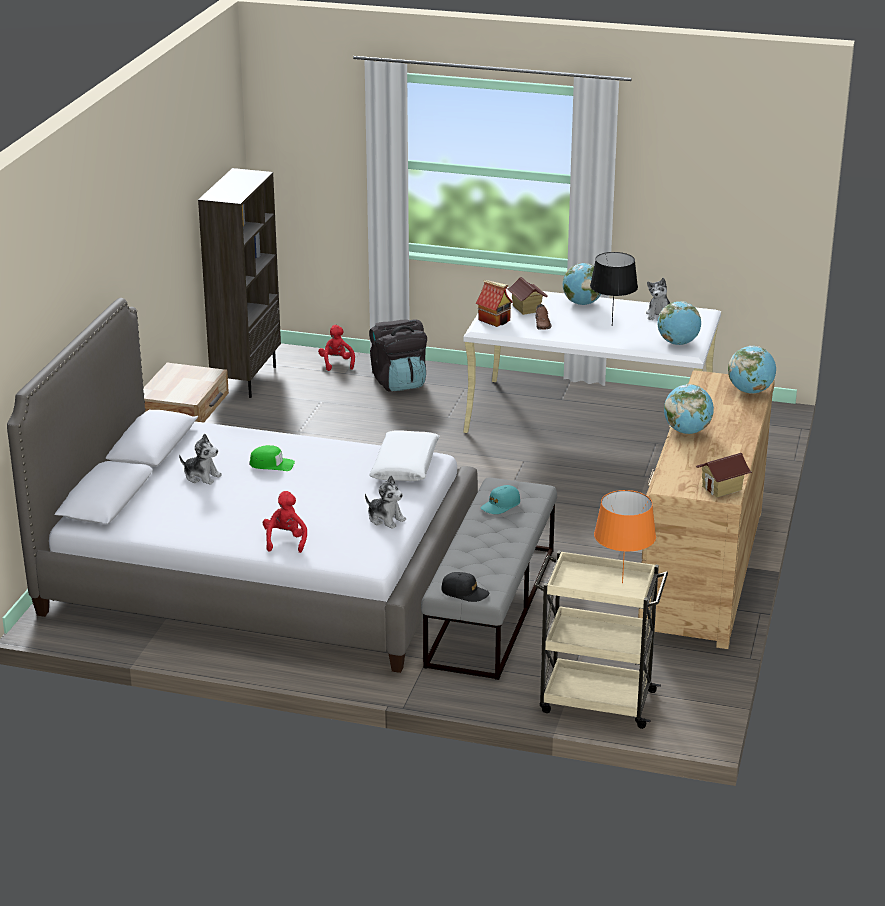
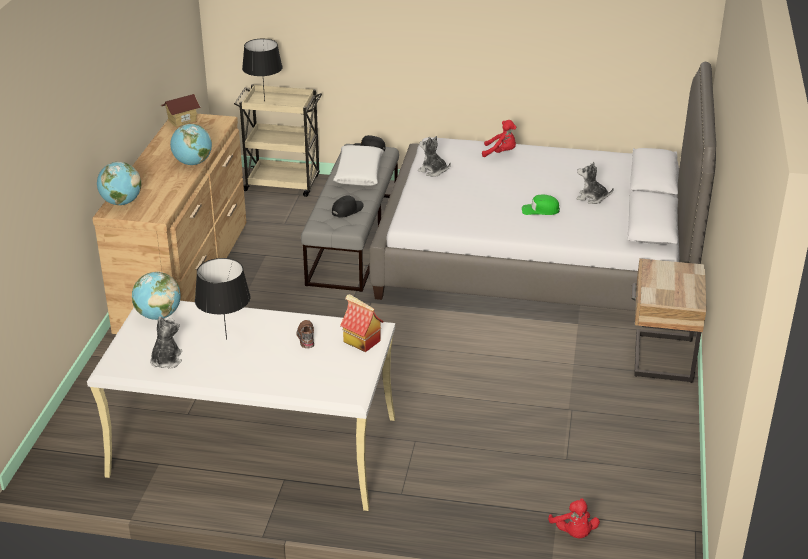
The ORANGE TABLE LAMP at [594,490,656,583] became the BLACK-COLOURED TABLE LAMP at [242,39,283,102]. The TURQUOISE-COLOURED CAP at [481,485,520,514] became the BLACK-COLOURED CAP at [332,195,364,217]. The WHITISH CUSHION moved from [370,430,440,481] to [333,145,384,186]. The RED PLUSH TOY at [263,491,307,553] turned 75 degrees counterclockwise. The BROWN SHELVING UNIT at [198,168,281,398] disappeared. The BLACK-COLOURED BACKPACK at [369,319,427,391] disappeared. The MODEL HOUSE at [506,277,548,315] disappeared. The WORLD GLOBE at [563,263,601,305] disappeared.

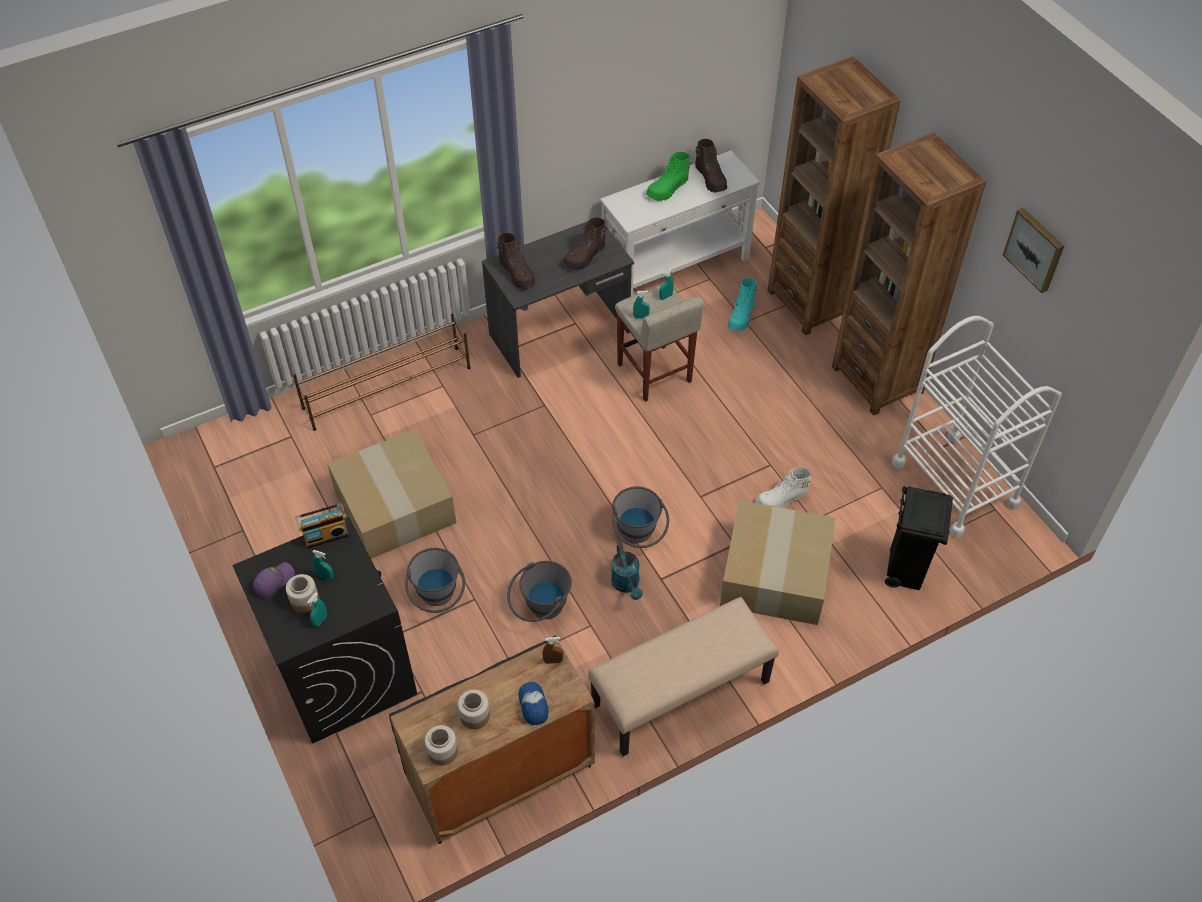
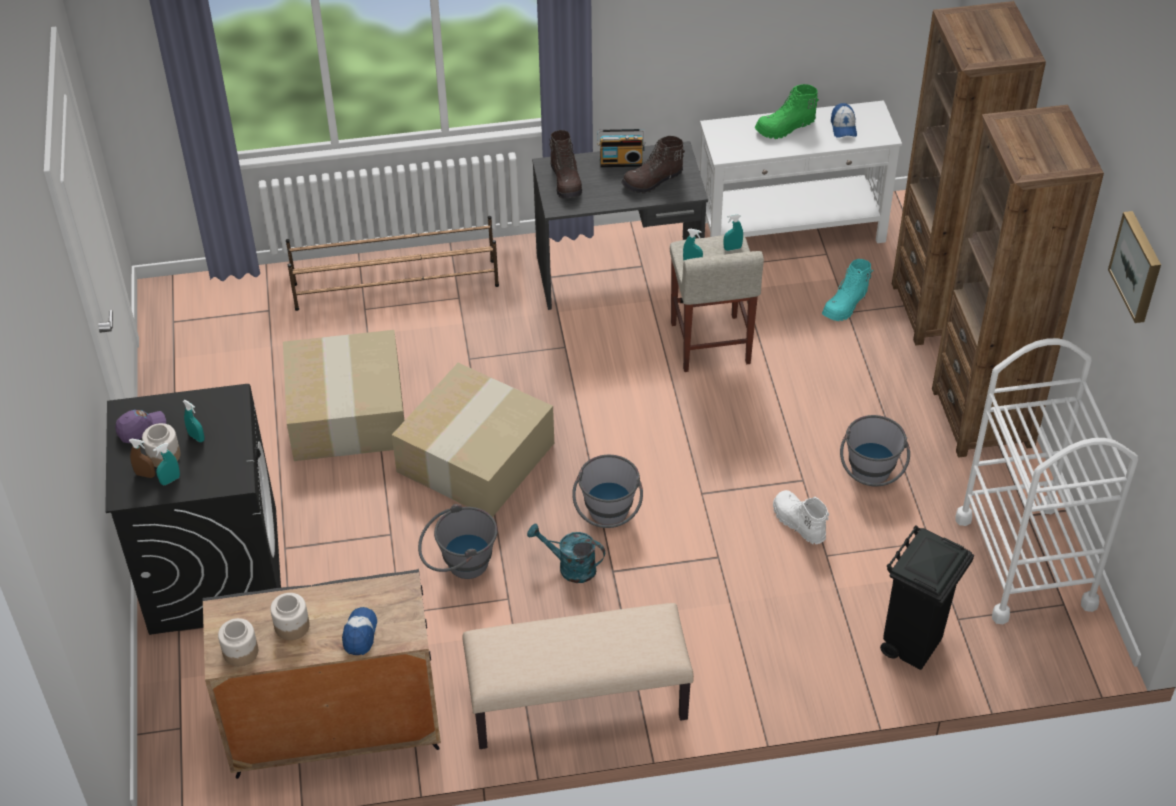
The BROWN SPRAYER moved from [543,637,564,664] to [129,439,155,478]. The CARDBOARD BOX moved from [720,500,836,625] to [392,363,554,517]. The TURQUOISE-COLOURED SPRINKLING CAN at [611,544,643,600] turned 105 degrees clockwise. The RADIO moved from [295,503,349,549] to [597,129,646,167]. The WHITISH HIGH-TOP BOOT at [755,467,811,508] turned 60 degrees clockwise. The BROWN HIGH-TOP BOOT at [695,139,727,193] was replaced by the CAP at [831,103,857,138]. The GRAY PAIL moved from [405,548,465,613] to [840,415,910,487].

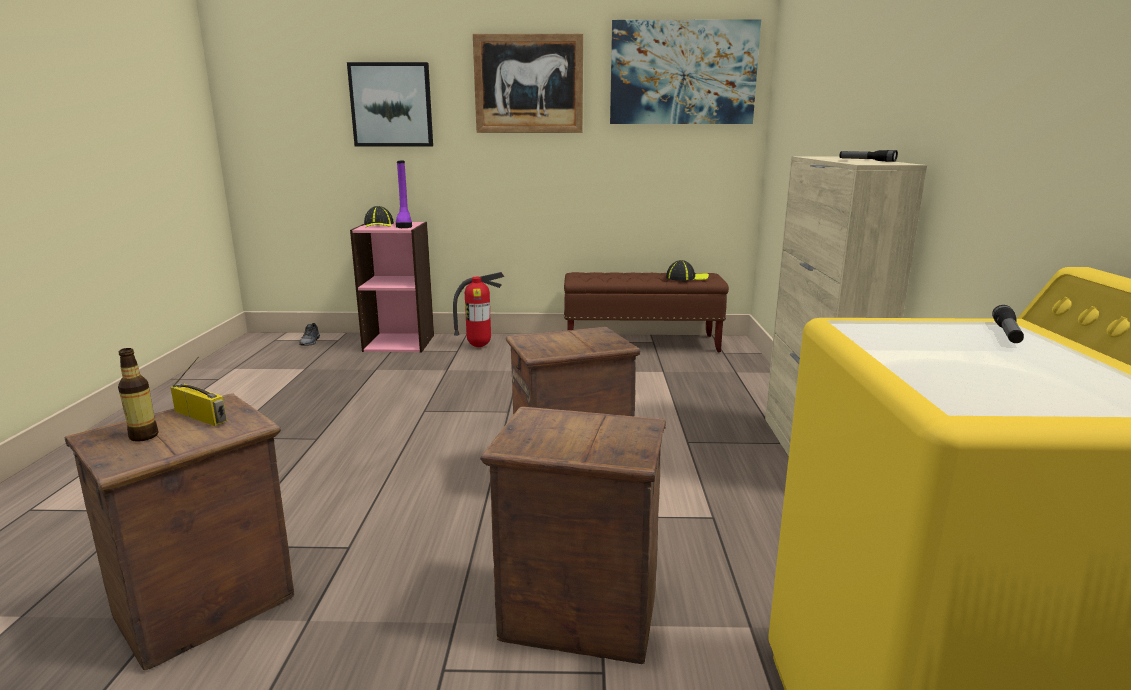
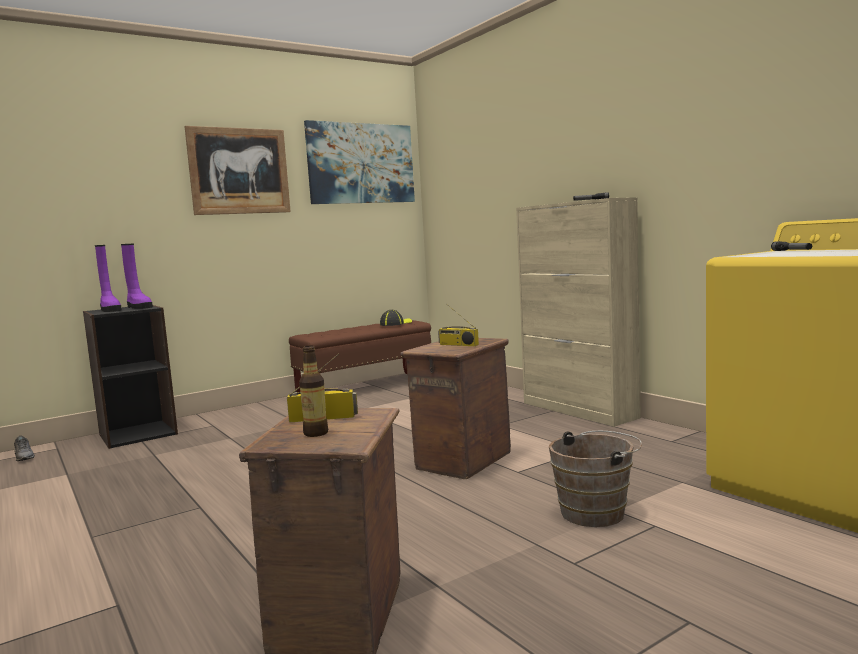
The PINK-COLOURED SHELVING UNIT at [350,222,434,352] became the BLACK-COLOURED SHELVING UNIT at [83,305,178,449]. The CAP at [364,206,394,227] was replaced by the PURPLE-COLOURED HIGH-TOP BOOT at [95,245,122,312]. The RADIO at [438,304,479,346] appeared. The SHIPPING CRATE at [480,407,666,664] was replaced by the BROWN PAIL at [549,431,642,527]. The PICTURE at [347,62,433,146] disappeared. The FIRE EXTINGUISHER at [453,272,504,347] disappeared.

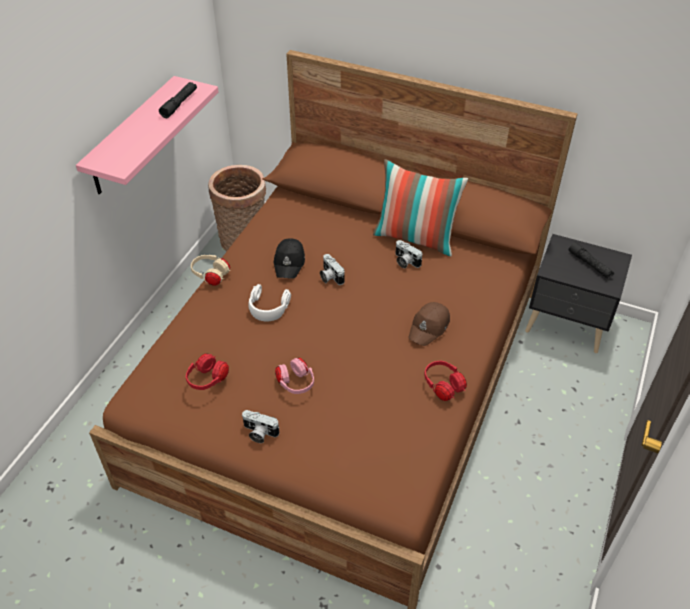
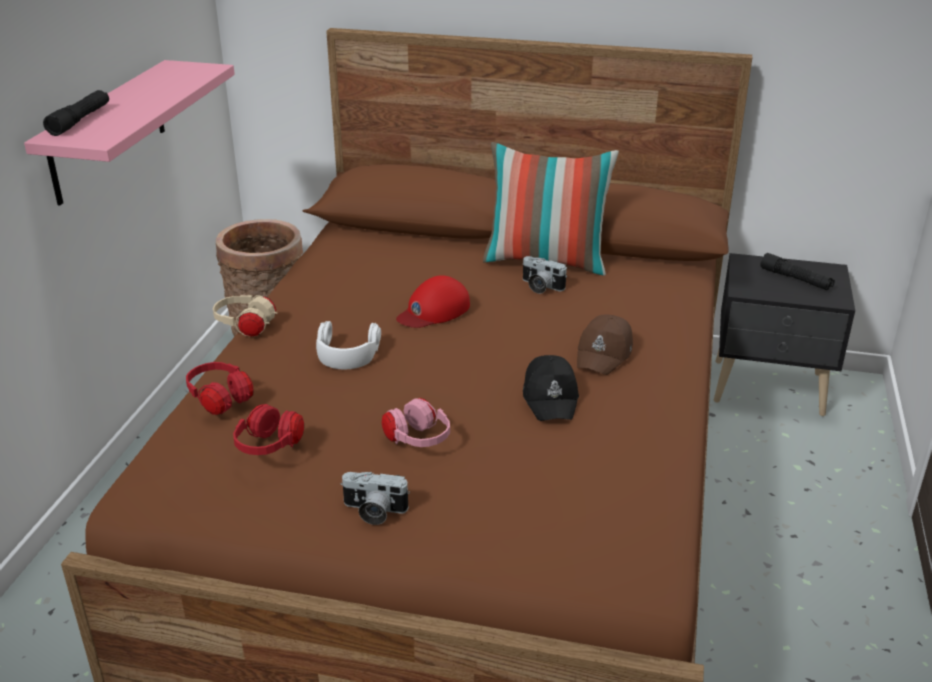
The BLACK-COLOURED TORCH moved from [159,82,197,118] to [43,90,109,136]. The RED HEADSET moved from [424,361,467,401] to [186,362,254,415]. The STILL CAMERA at [320,254,345,285] was replaced by the RED CAP at [396,275,470,328]. The BLACK-COLOURED CAP moved from [274,239,305,279] to [523,355,579,421].

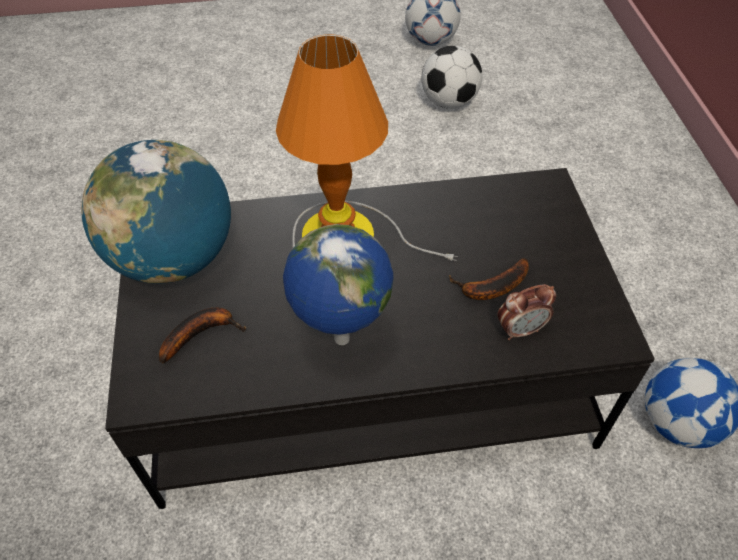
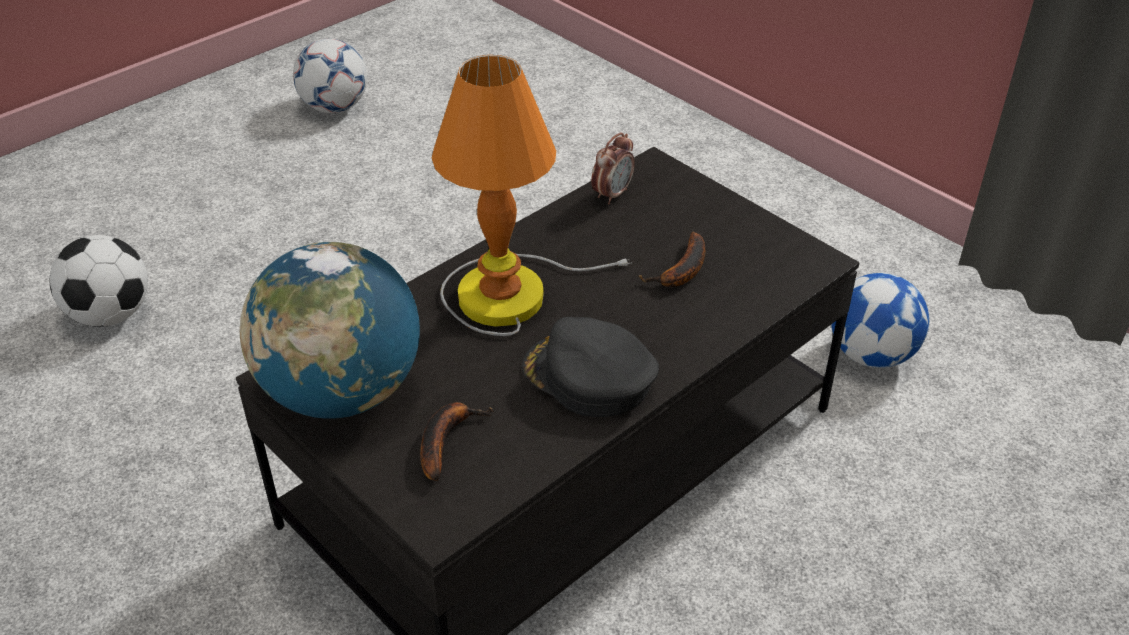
The FOOTBALL moved from [422,46,482,109] to [49,235,148,327]. The WORLD GLOBE at [283,224,394,345] was replaced by the BLACK-COLOURED CAP at [522,317,659,417]. The ALARM CLOCK moved from [497,284,556,340] to [591,132,635,204].

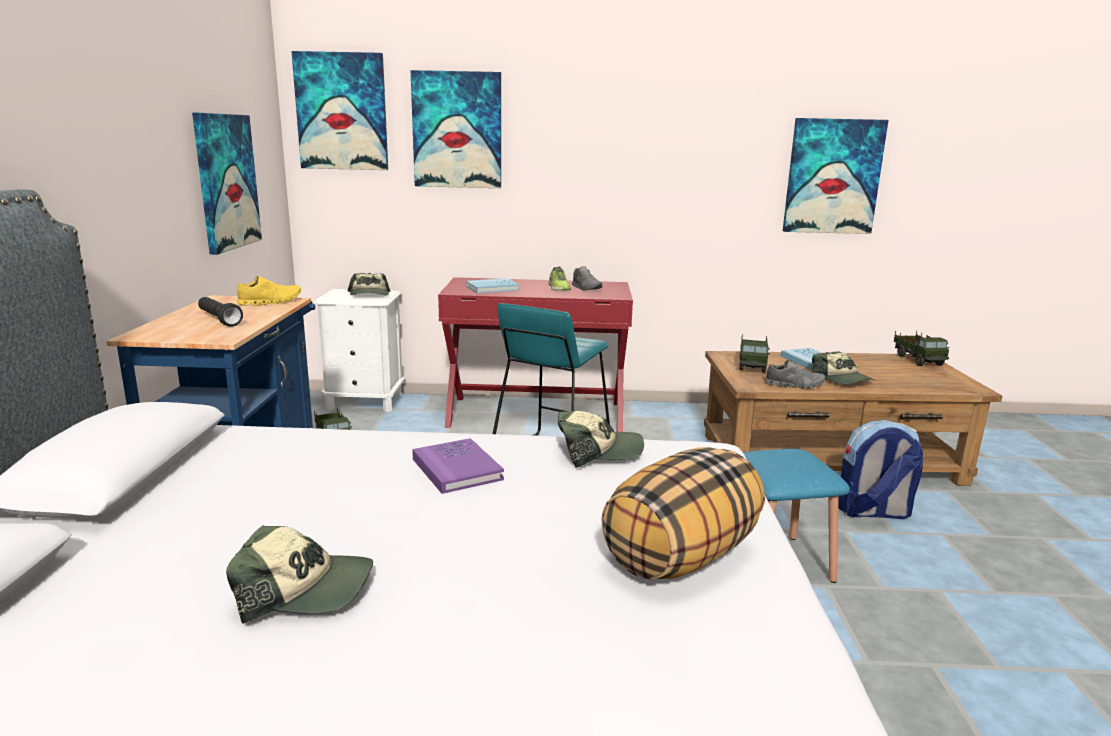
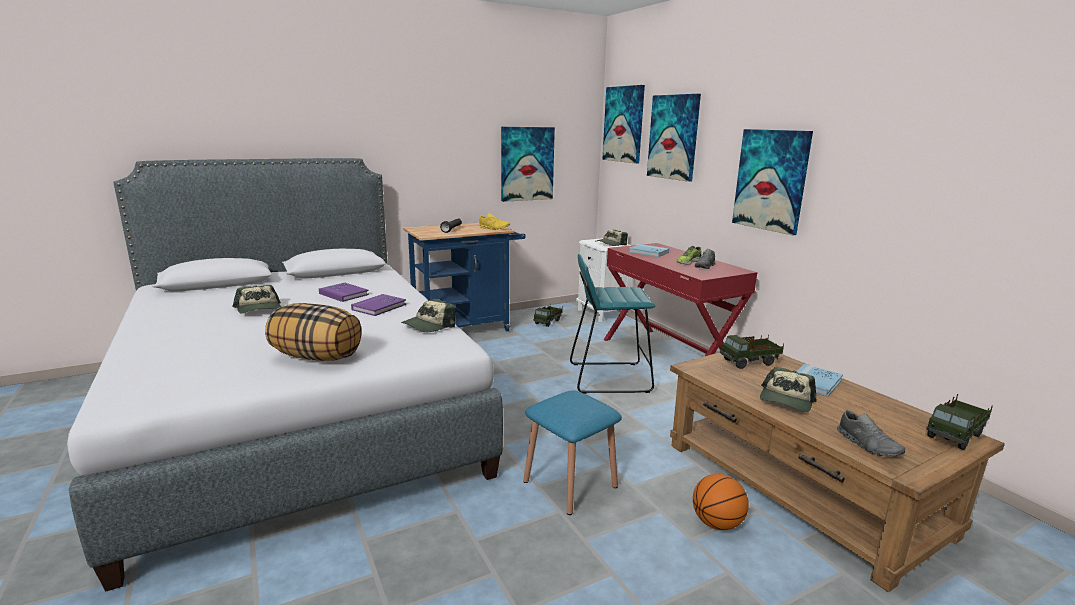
The PURPLE-COLOURED BOUND BOOK at [319,283,369,302] appeared. The CAP at [558,411,644,468] turned 75 degrees clockwise. The BACKPACK at [838,420,923,519] was replaced by the BASKETBALL BALL at [693,474,749,530]. The PICTURE moved from [783,118,888,234] to [732,129,813,235]. The GRAY ITEM OF FOOTWEAR moved from [765,360,826,389] to [837,410,905,457].

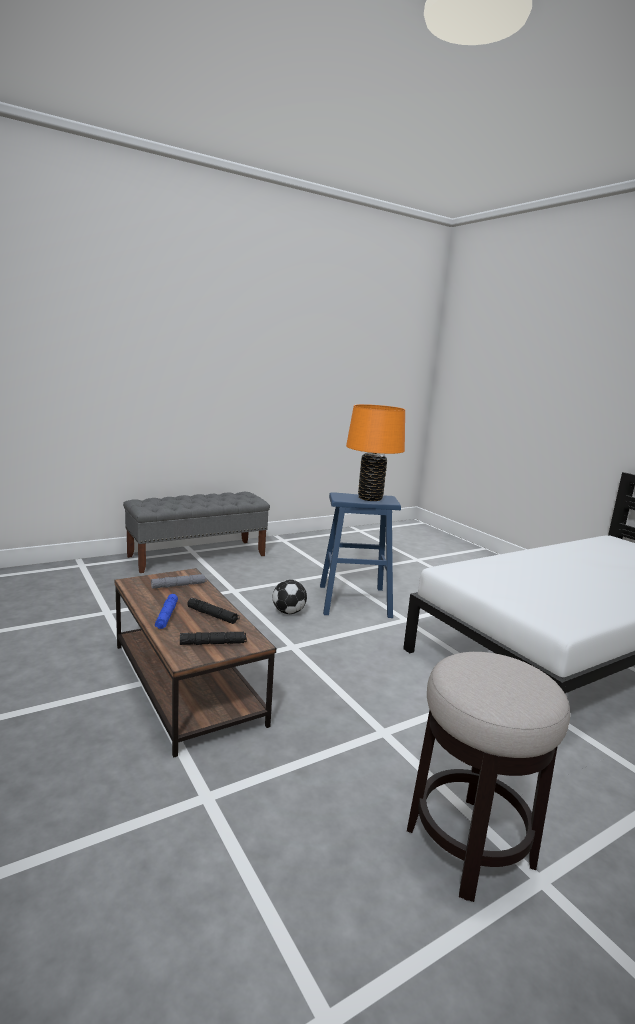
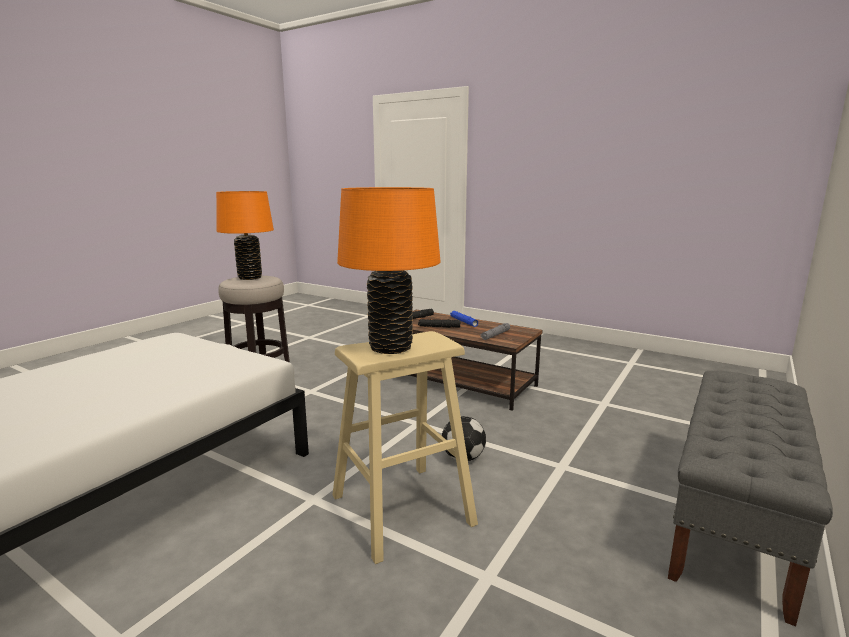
The ORANGE TABLE LAMP at [216,191,274,280] appeared. The BLUE STOOL at [320,492,401,618] became the BEIGE-COLOURED STOOL at [332,331,478,564].

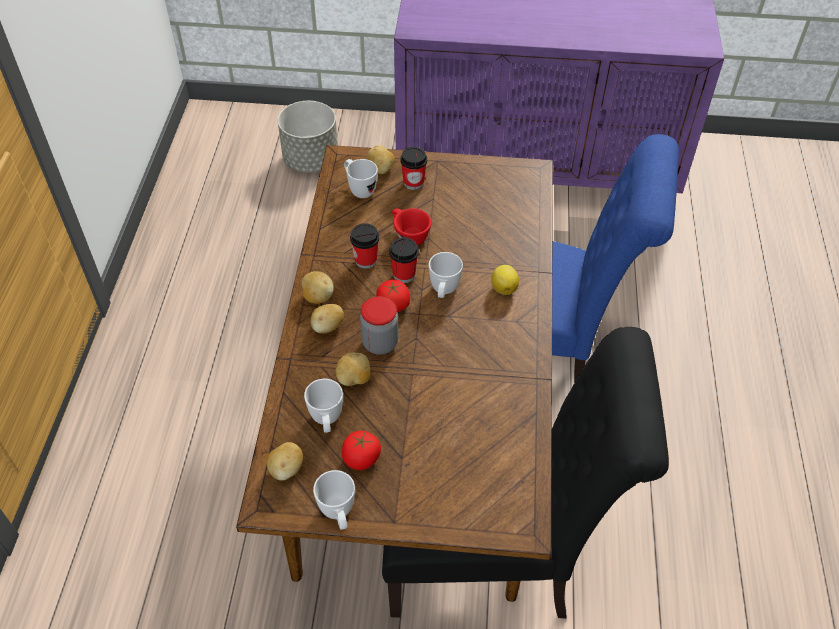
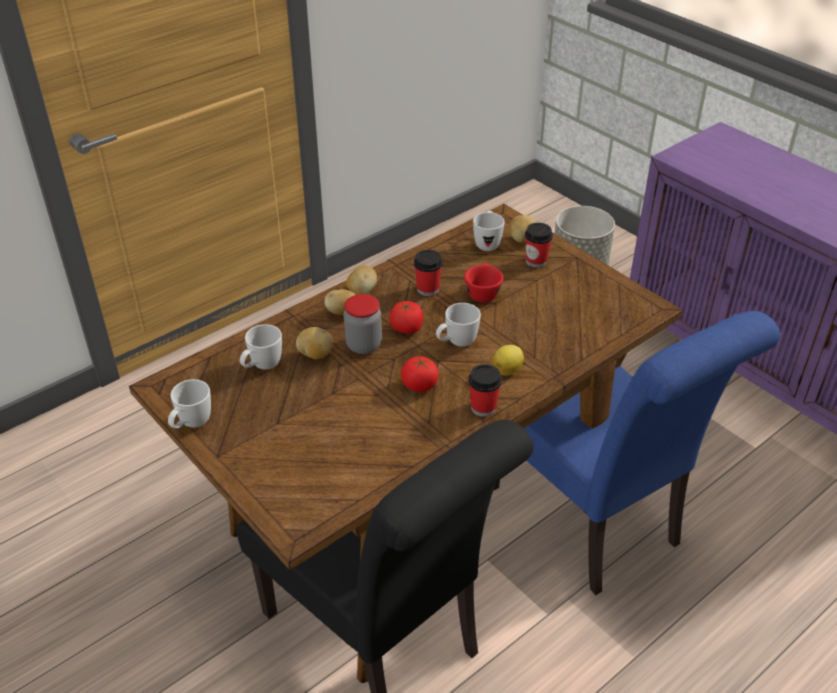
The FRESH TOMATO moved from [342,431,381,470] to [401,356,439,392]. The SMALL CUP moved from [389,237,419,283] to [468,364,502,417]. The SPUD at [266,442,303,481] disappeared.

